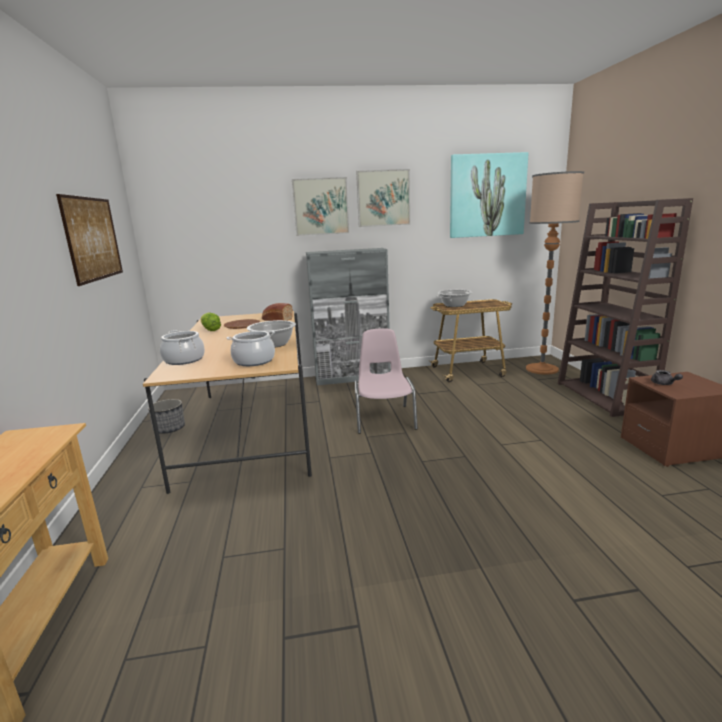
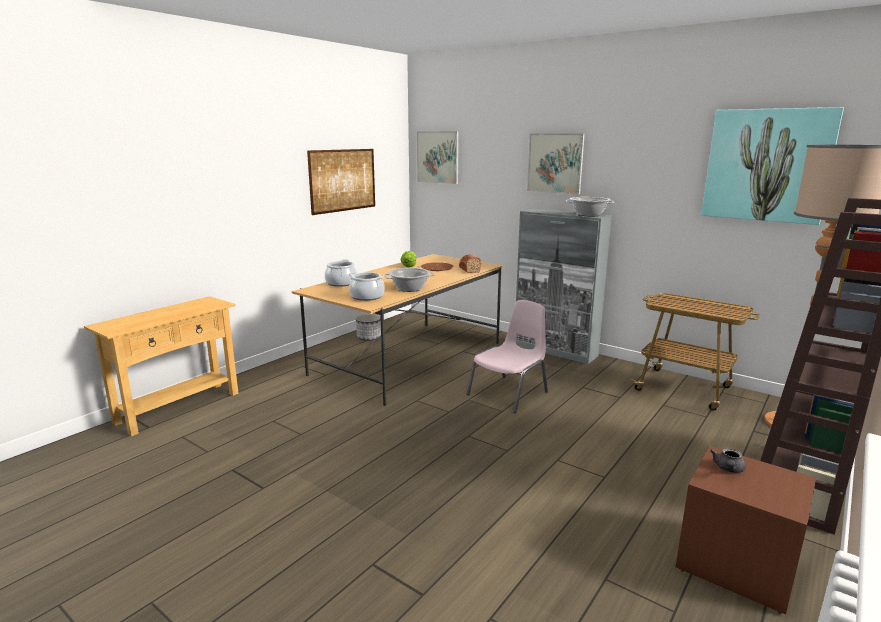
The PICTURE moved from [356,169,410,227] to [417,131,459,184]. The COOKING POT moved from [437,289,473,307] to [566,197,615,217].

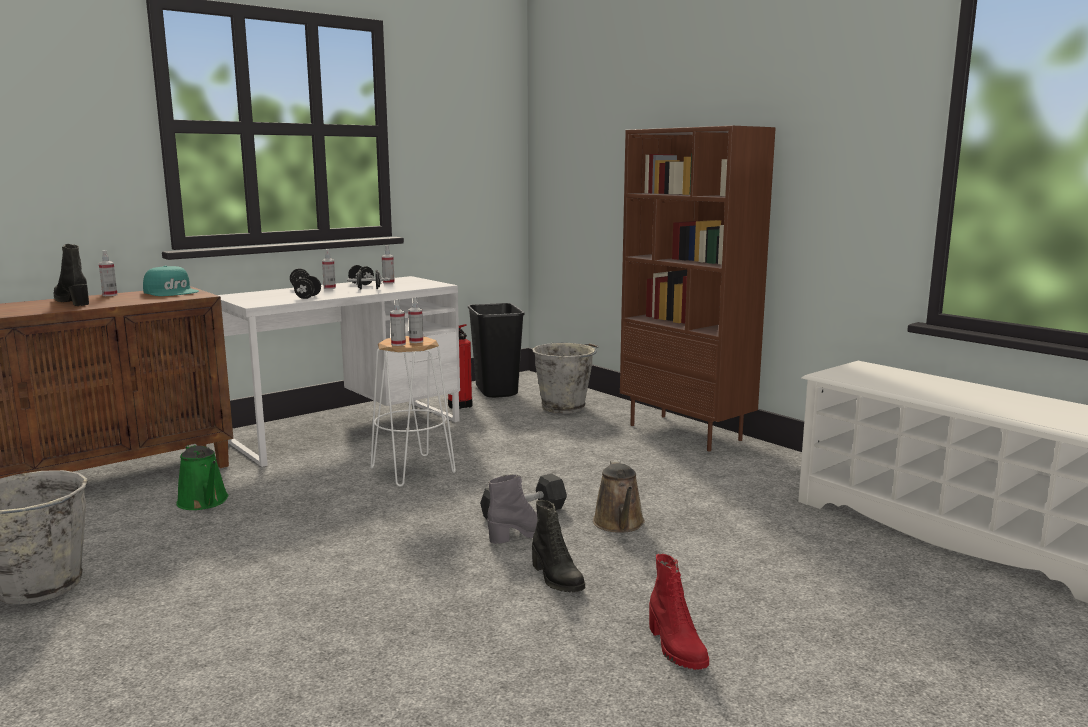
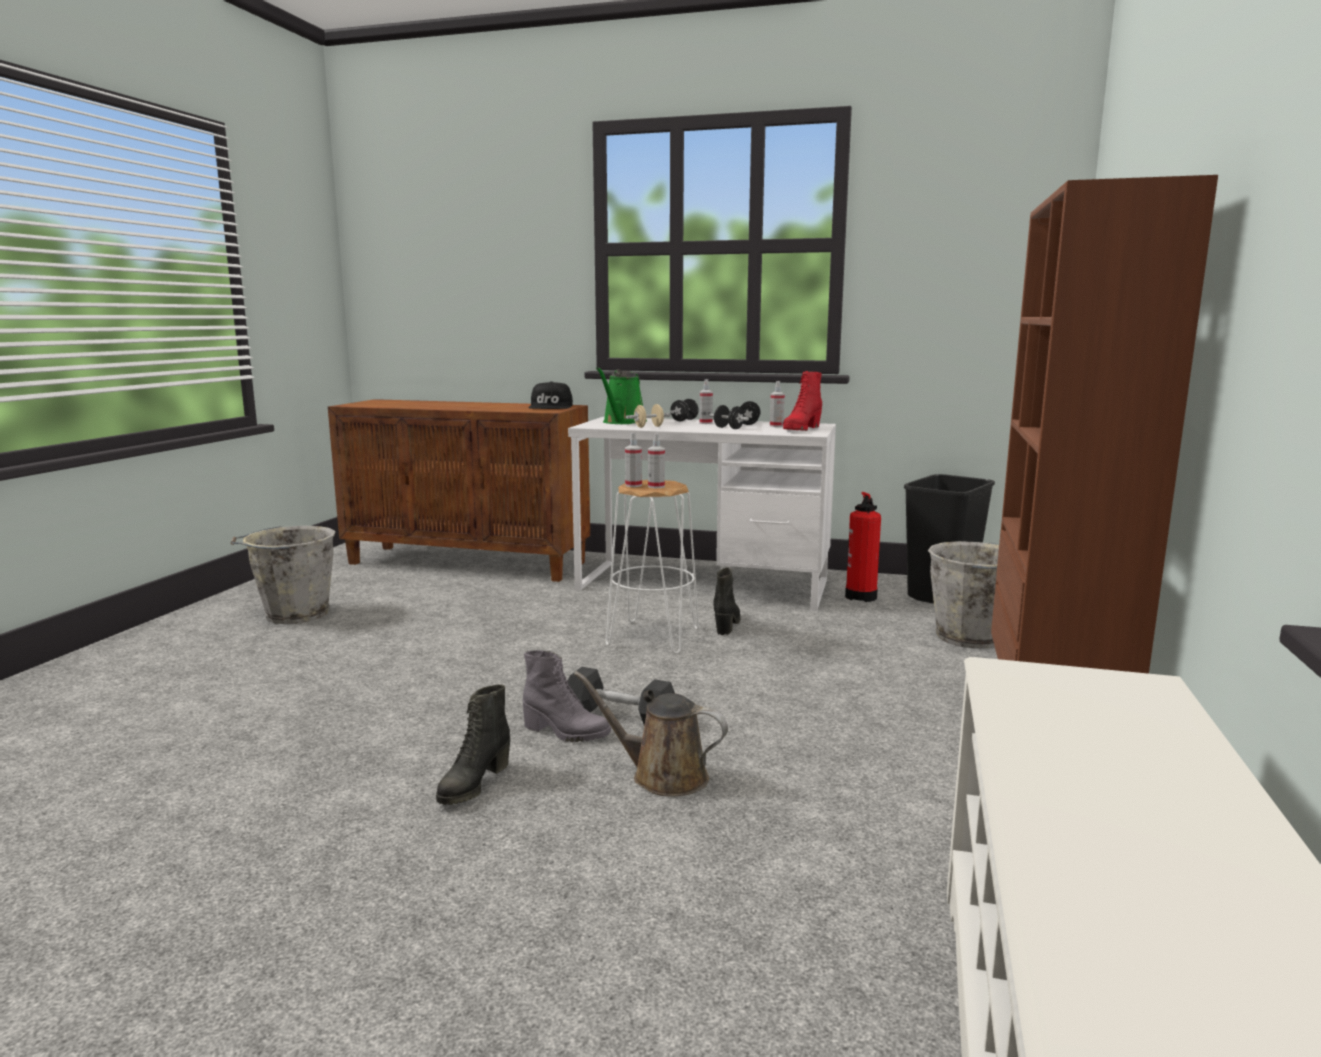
The TURQUOISE-COLOURED CAP at [143,266,199,296] became the BLACK-COLOURED CAP at [528,381,573,409]. The BROWN SPRINKLING CAN at [593,460,645,533] turned 60 degrees clockwise. The GREENISH SPRINKLING CAN moved from [176,444,229,510] to [596,367,647,424]. The BLACK-COLOURED HAND WEIGHT at [294,276,321,299] became the BEIGE-COLOURED HAND WEIGHT at [626,404,671,428]. The BLACK-COLOURED HIGH-TOP BOOT moved from [54,244,89,306] to [713,567,740,635]. The RED HIGH-TOP BOOT moved from [649,554,709,670] to [783,371,822,431]. The SPRAYER at [99,250,118,296] disappeared.

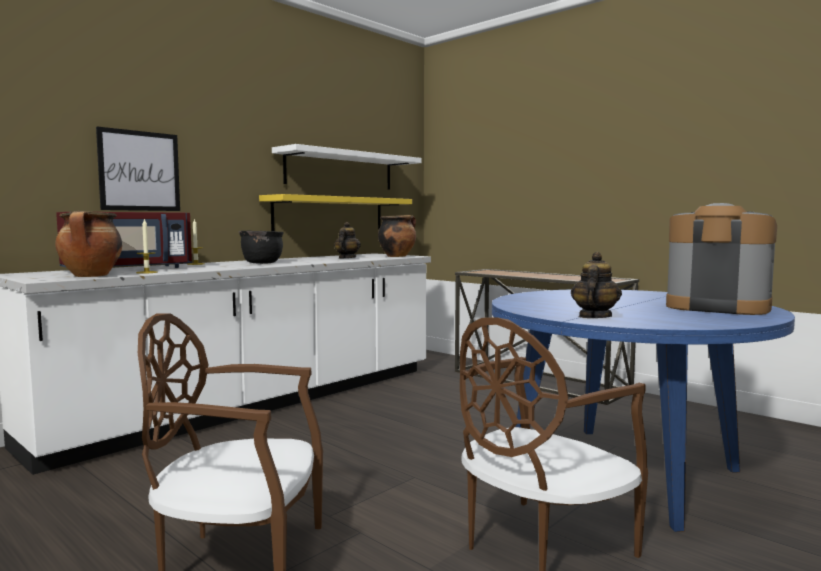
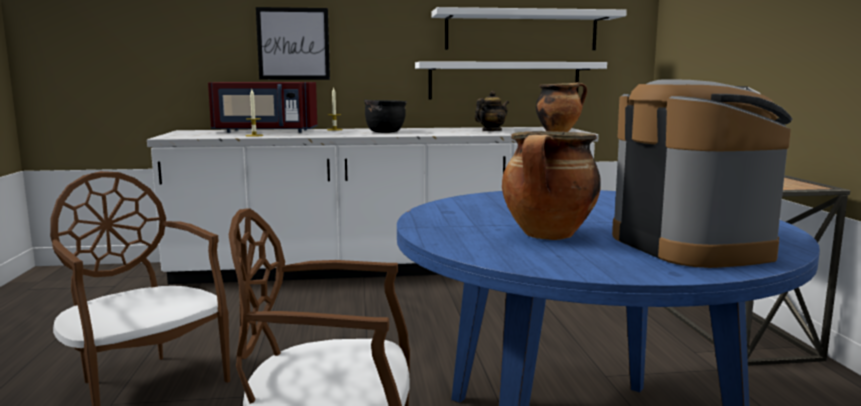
The YELLOW BRACKET SHELF at [259,194,412,231] became the WHITISH BRACKET SHELF at [415,61,607,99]. The COOKING POT moved from [55,211,122,277] to [502,131,601,240]. The TEA POT at [571,252,622,318] disappeared.

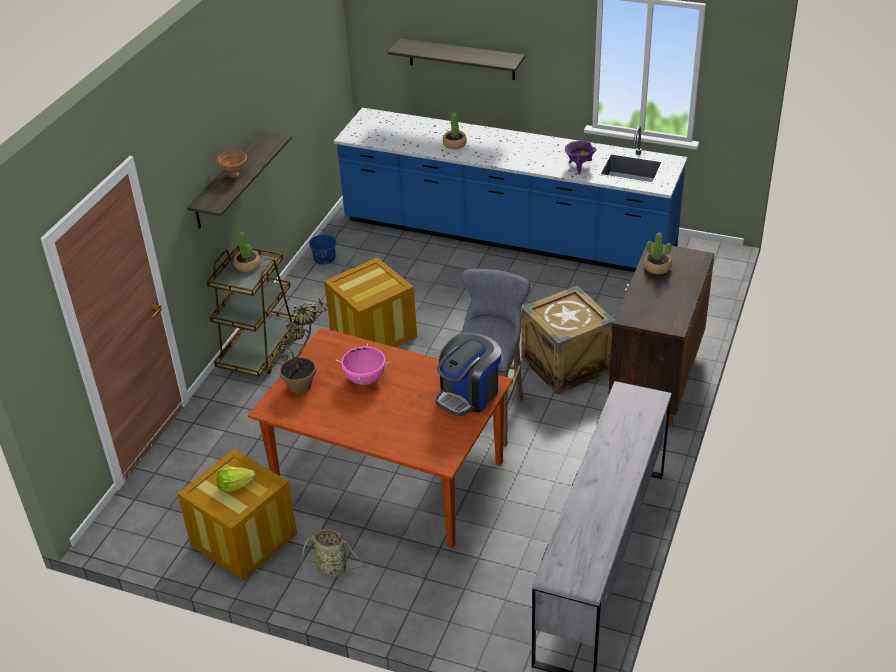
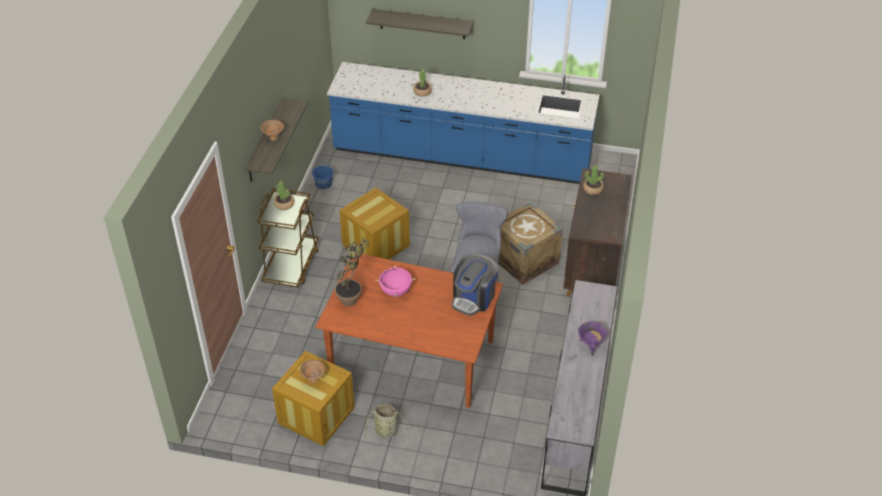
The LETTUCE HEAD at [217,467,256,492] was replaced by the BROWN SERVING BOWL at [299,360,325,383]. The PURPLE-COLOURED COOKING POT moved from [565,141,597,174] to [578,321,608,355].

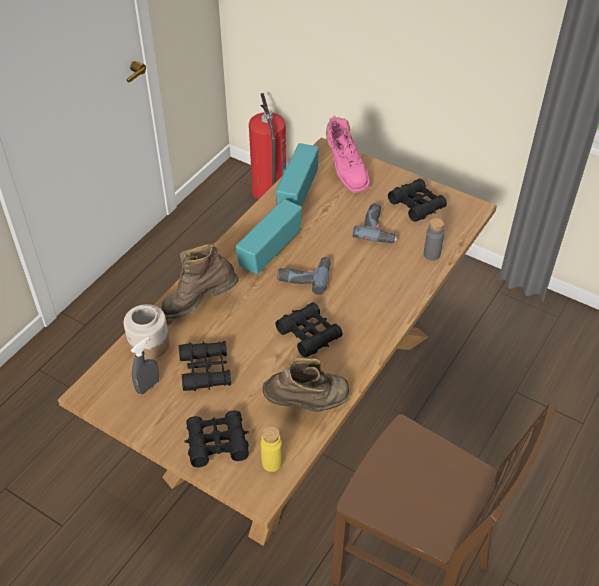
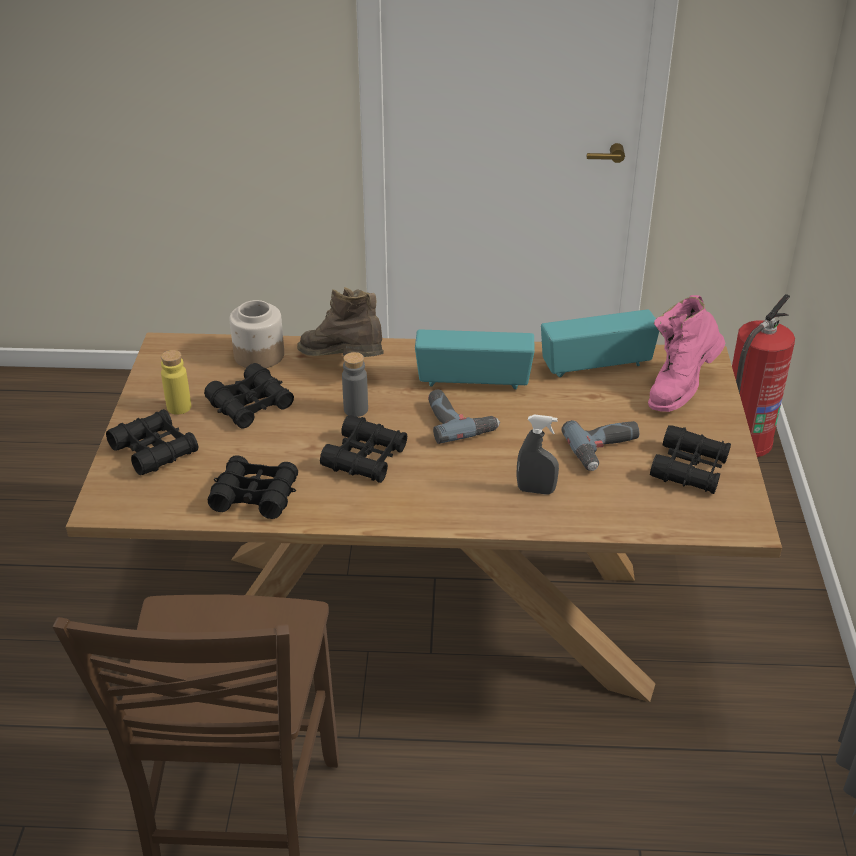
The YELLOW DRINK BOTTLE moved from [261,426,282,472] to [161,350,191,415]. The BROWN HIGH-TOP BOOT at [262,358,350,412] was replaced by the BLACK-COLOURED BINOCULARS at [208,455,298,519]. The GRAY DRINK BOTTLE moved from [424,218,444,260] to [342,352,368,417]. The GRAY SPRAYER moved from [131,337,159,394] to [517,415,559,495].

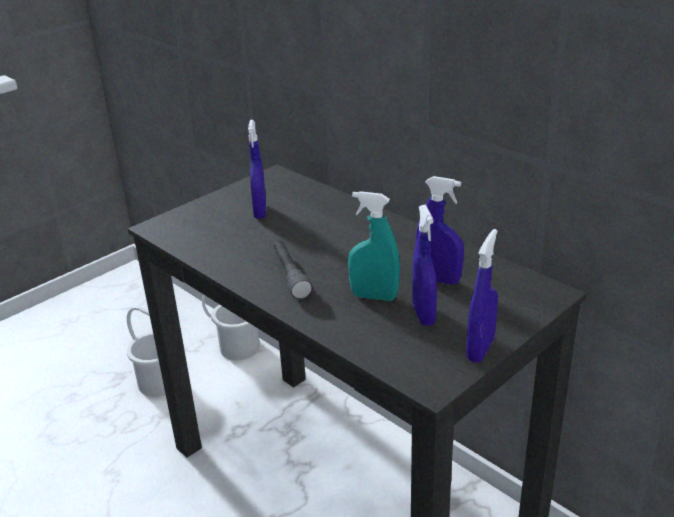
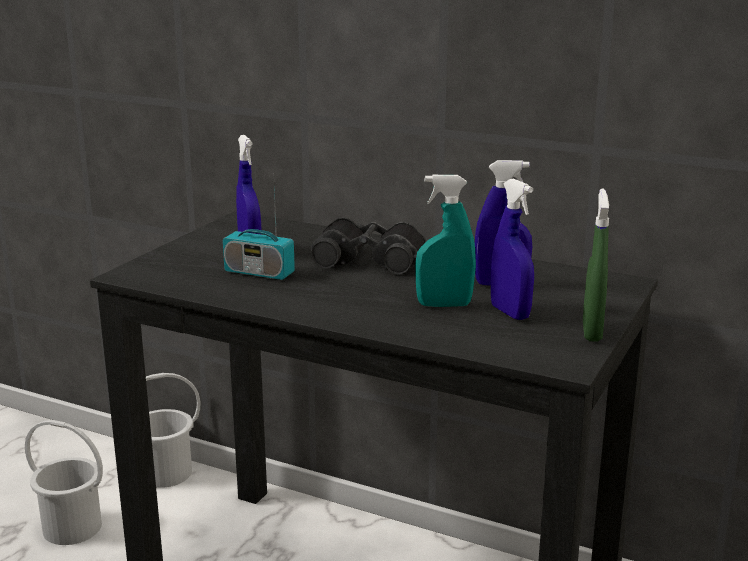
The RADIO at [223,173,295,280] appeared. The BLACK-COLOURED BINOCULARS at [311,218,426,274] appeared. The BLUE SPRAYER at [466,229,498,363] became the GREENISH SPRAYER at [583,188,609,342]. The GRAY TORCH at [274,241,313,300] disappeared.

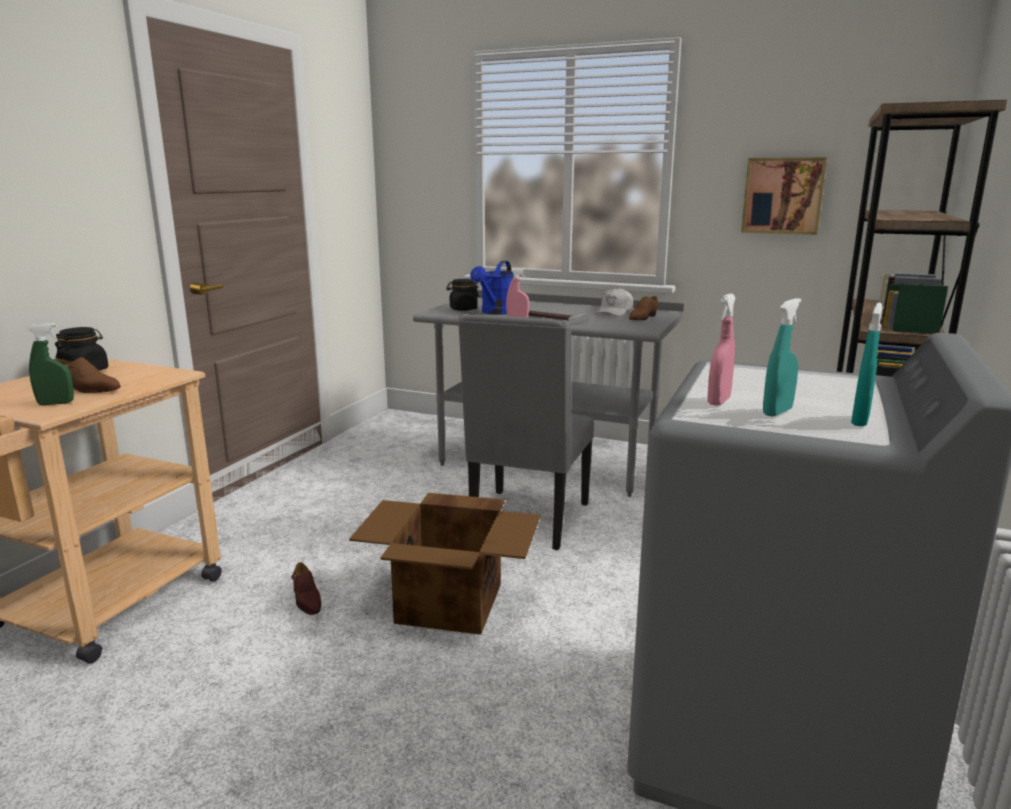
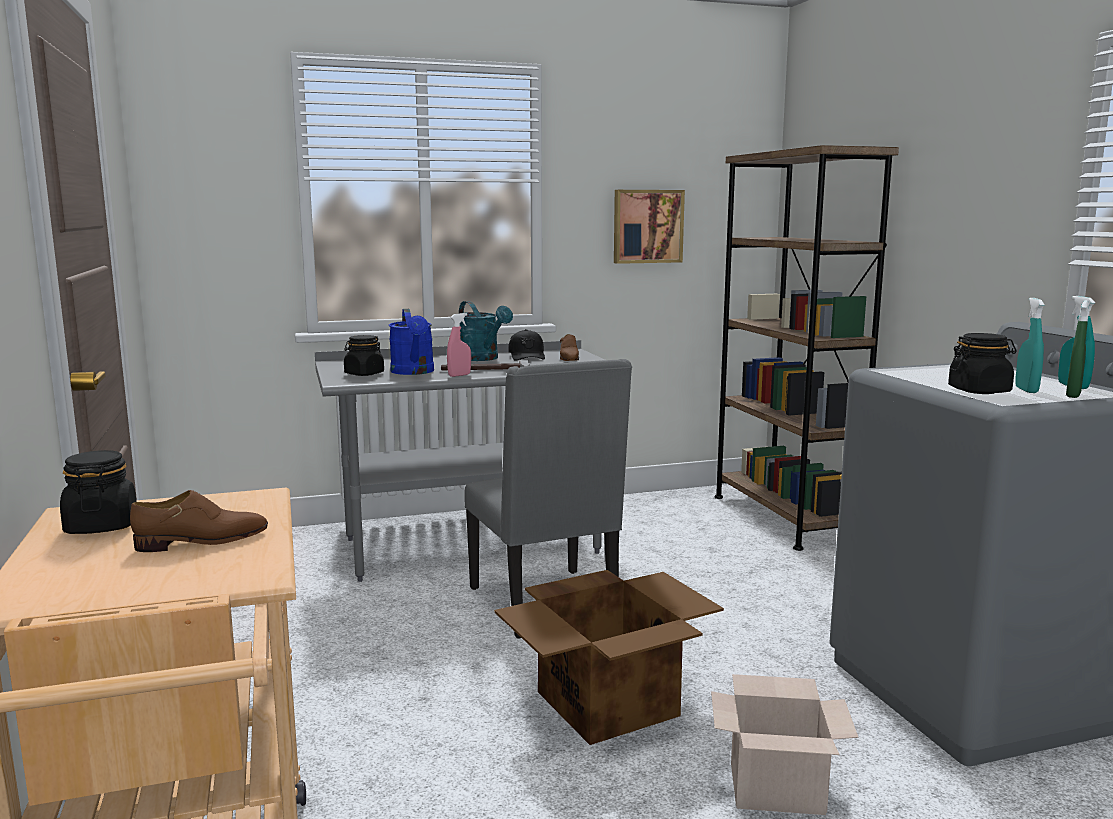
The TURQUOISE-COLOURED SPRINKLING CAN at [459,301,513,361] appeared. The WHITISH CAP at [595,288,633,316] became the BLACK-COLOURED CAP at [508,329,545,361]. The CARDBOARD BOX at [711,674,859,815] appeared. The PINK-COLOURED SPRAYER at [708,294,736,406] was replaced by the BLACK-COLOURED STORAGE JAR at [948,333,1016,394]. The GREENISH SPRAYER moved from [28,323,74,405] to [1066,300,1089,398]. The BROWN ITEM OF FOOTWEAR at [291,562,321,615] disappeared.

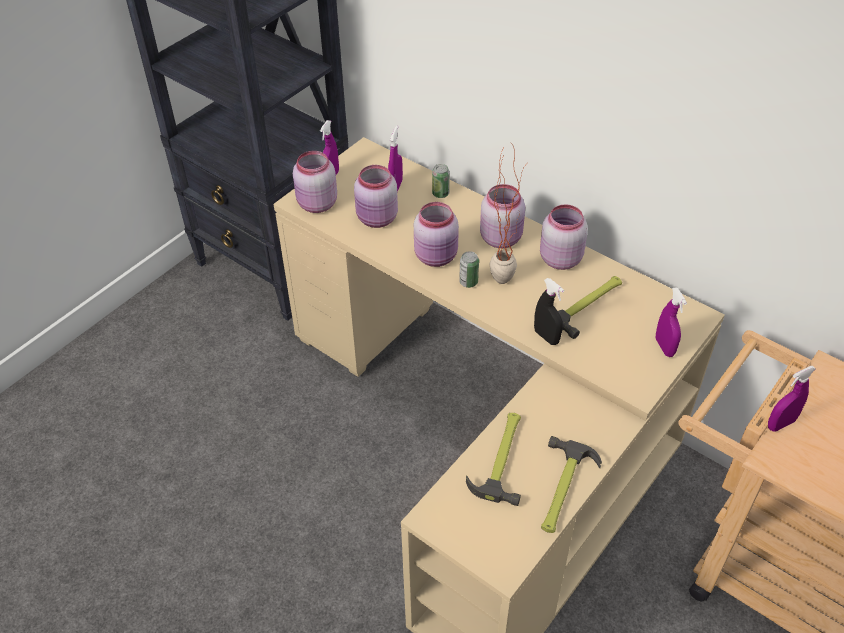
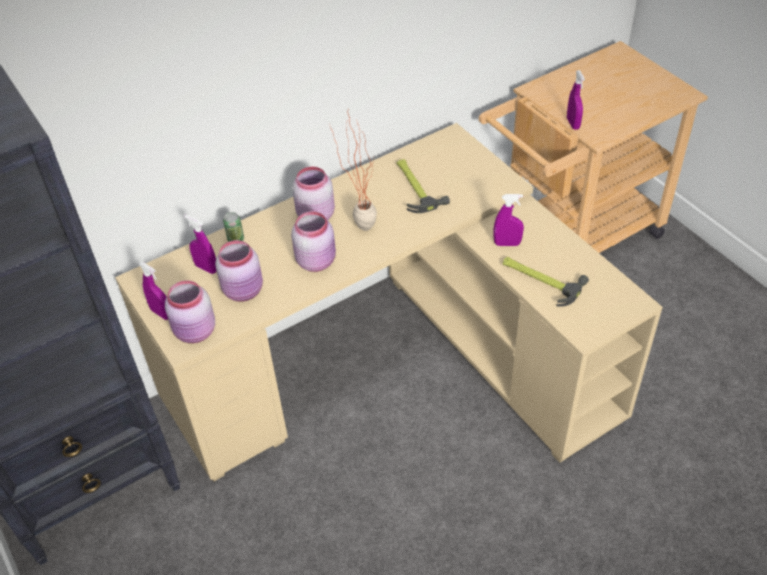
The PURPLE-COLOURED SPRAYER moved from [656,287,687,357] to [493,194,524,246]. The METAL CAN at [459,251,479,288] disappeared. The BLACK-COLOURED SPRAYER at [534,278,564,345] disappeared. The PINK-COLOURED STORAGE JAR at [540,204,588,270] disappeared. The HAMMER at [541,436,602,533] disappeared.

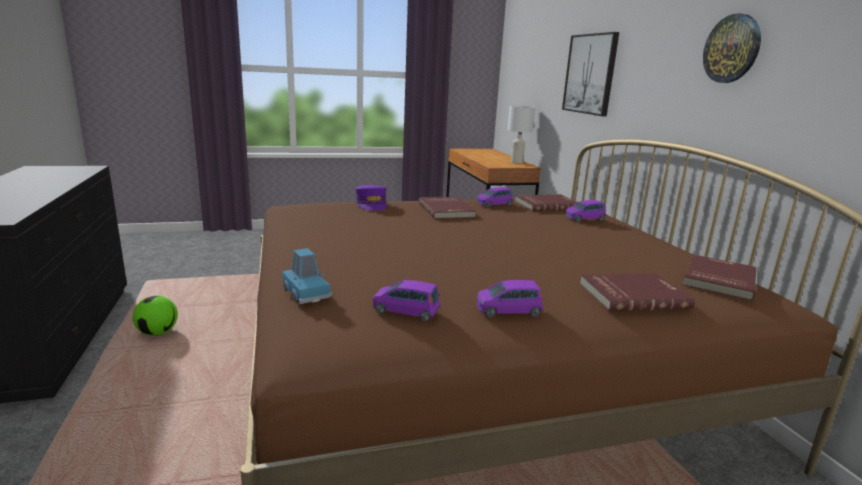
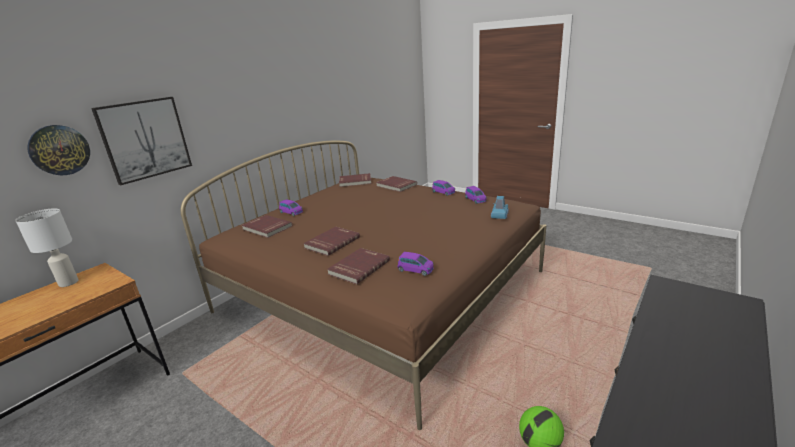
The WALL CLOCK moved from [703,14,761,83] to [28,125,90,175]. The PURPLE-COLOURED CAP at [355,185,387,211] was replaced by the RED BOUND BOOK at [327,248,390,284]. The PURPLE-COLOURED MODEL CAR moved from [477,187,513,207] to [397,252,434,276].

